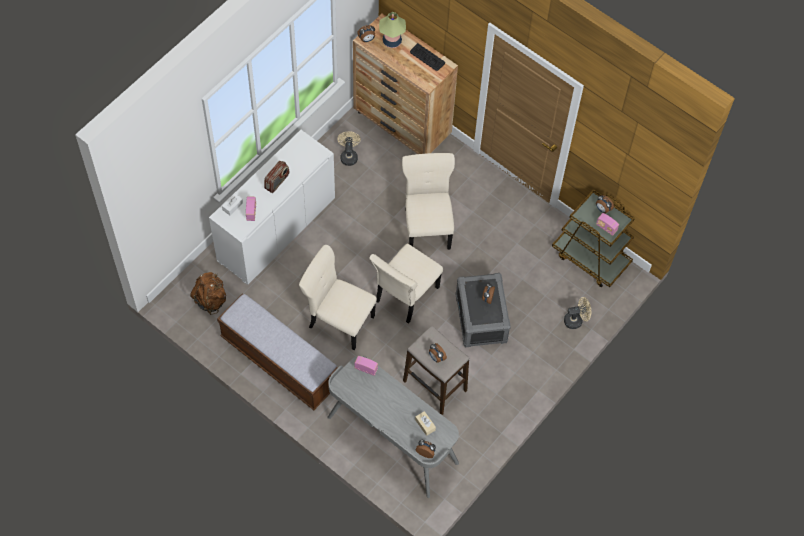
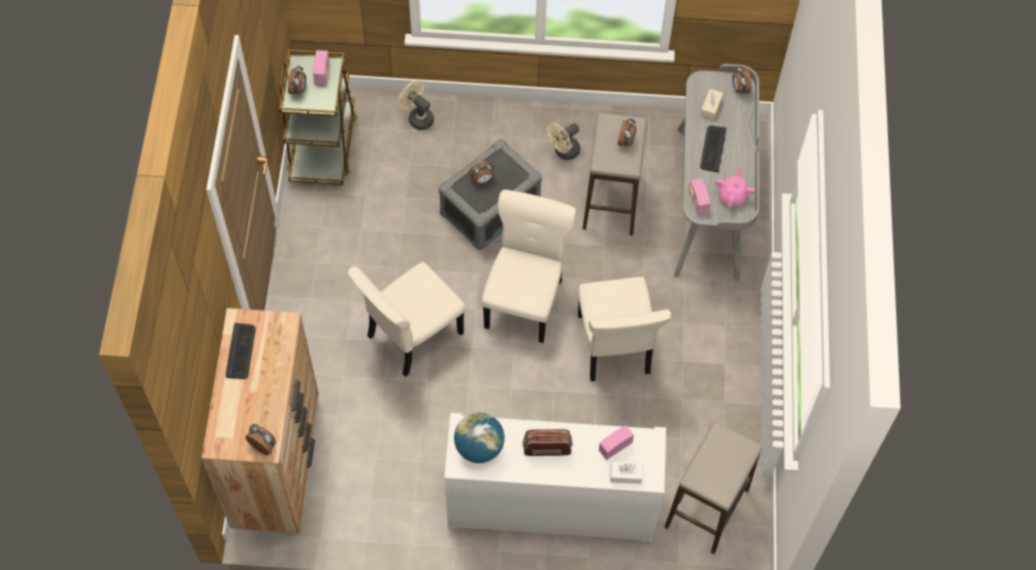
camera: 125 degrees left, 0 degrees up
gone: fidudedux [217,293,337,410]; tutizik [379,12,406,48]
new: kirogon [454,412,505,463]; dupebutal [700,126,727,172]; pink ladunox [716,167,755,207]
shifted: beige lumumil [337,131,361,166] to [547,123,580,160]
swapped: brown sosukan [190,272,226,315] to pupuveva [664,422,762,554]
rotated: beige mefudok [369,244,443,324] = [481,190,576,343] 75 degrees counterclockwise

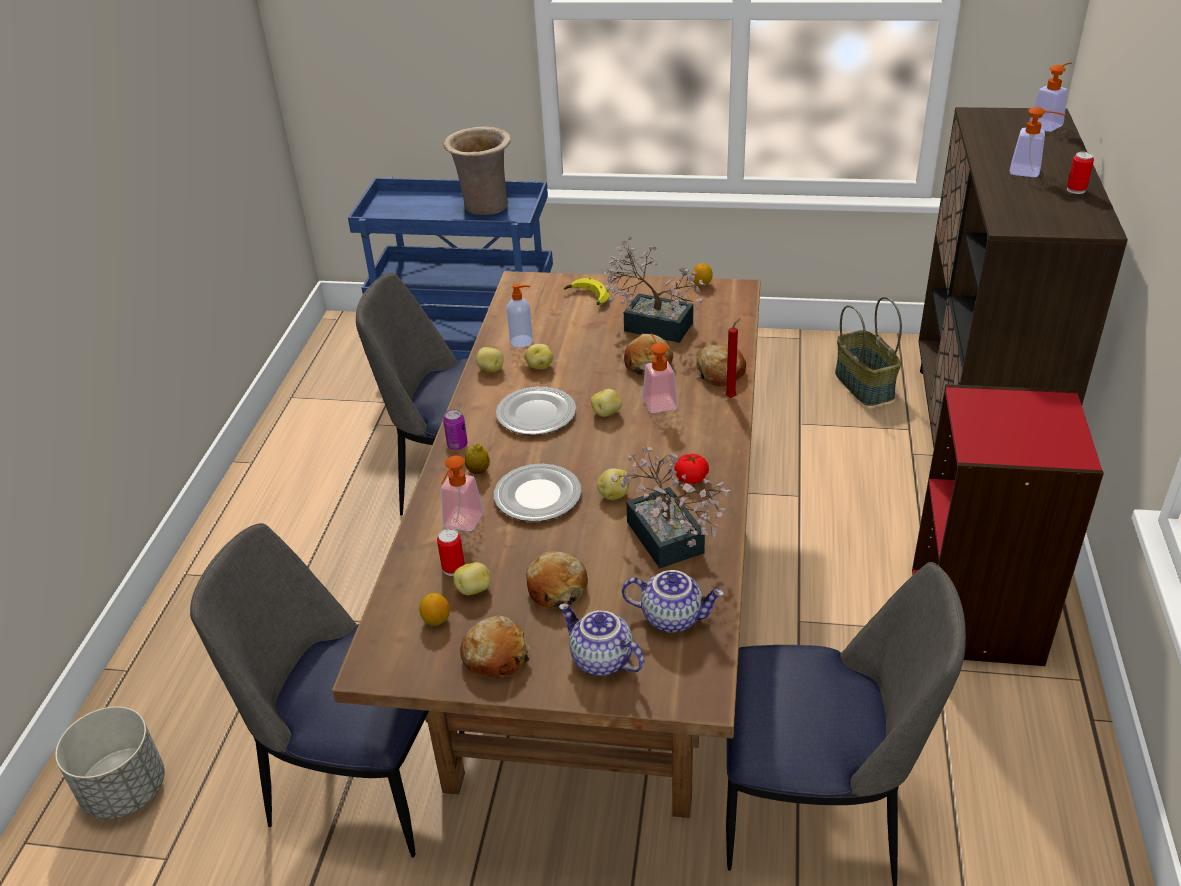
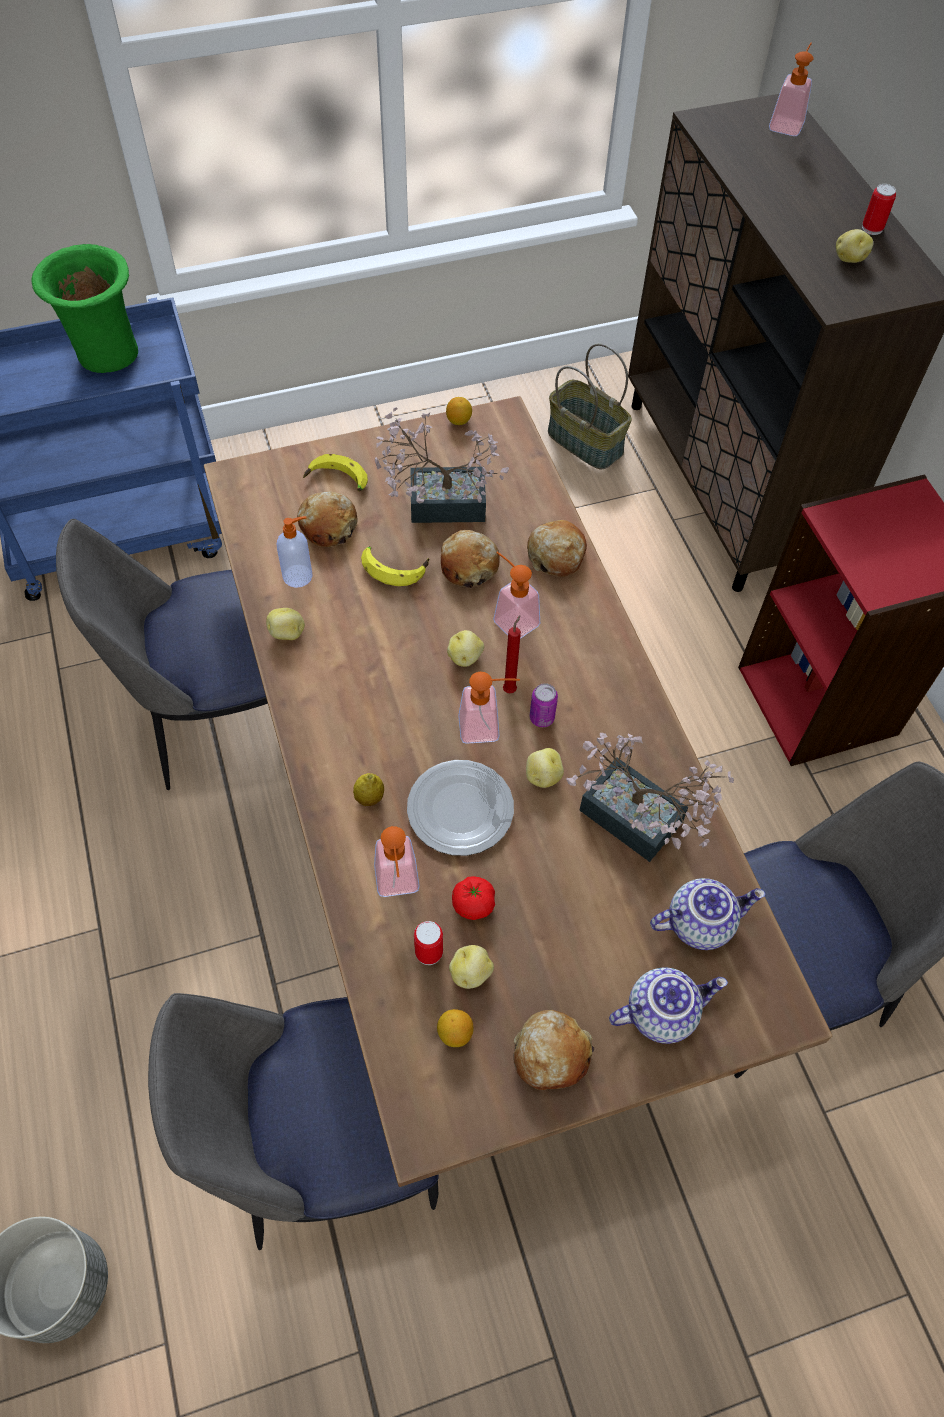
camera: 30 degrees left, 20 degrees up
gone: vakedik [496,387,576,435]
new: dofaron [361,546,429,586]
shifted: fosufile [443,409,468,450] to [530,683,558,727]; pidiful [524,344,554,369] to [836,229,873,263]; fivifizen [526,551,588,608] to [297,492,358,547]; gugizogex [674,454,709,484] to [452,876,495,920]; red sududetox [725,318,741,398] to [503,615,521,693]; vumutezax [1009,107,1066,177] to [458,672,520,744]
repainted: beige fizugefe [443,126,511,215] to green fizugefe [31,244,138,373]
rotated: ladunox [559,603,644,676] = [609,968,728,1044] 150 degrees clockwise

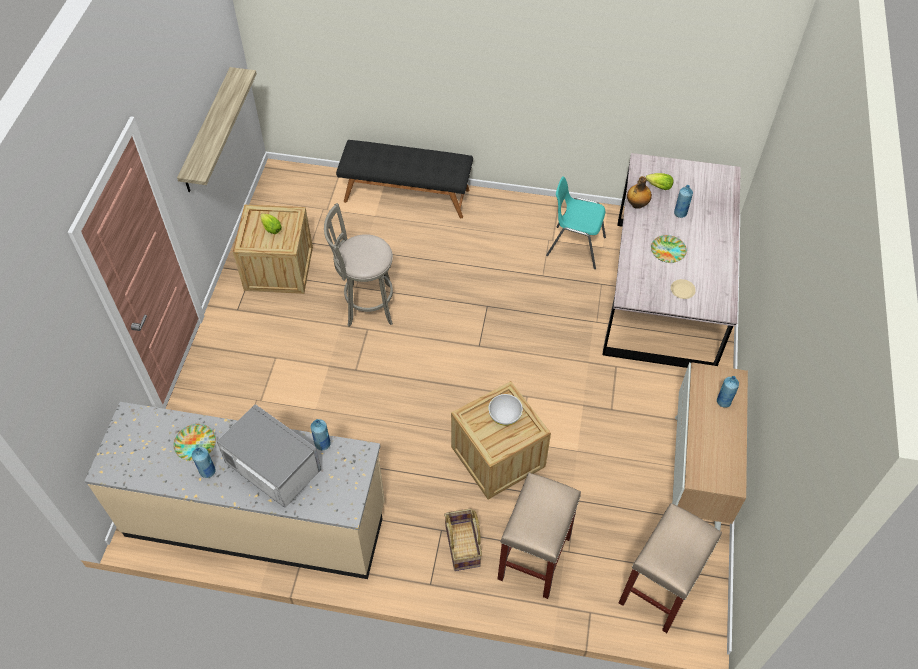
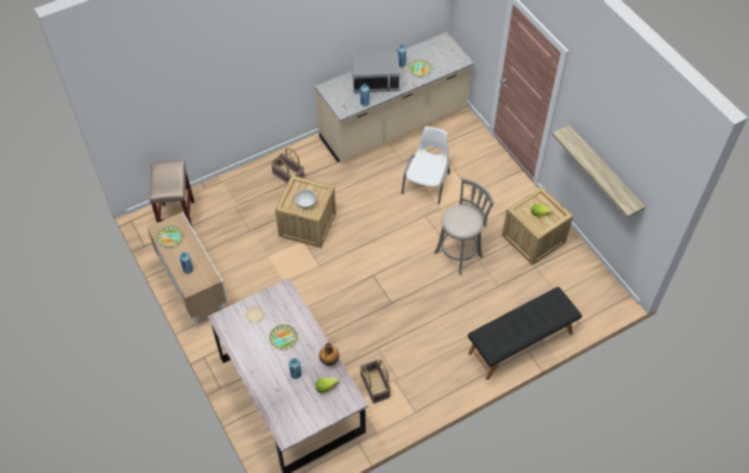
camera: 140 degrees right, 0 degrees up
gone: beige pupuveva [498,473,581,599]
new: vakedik [156,226,183,247]; white mefudok [401,127,450,204]
swapped: turquoise mefudok [546,176,606,269] to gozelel [360,359,391,404]

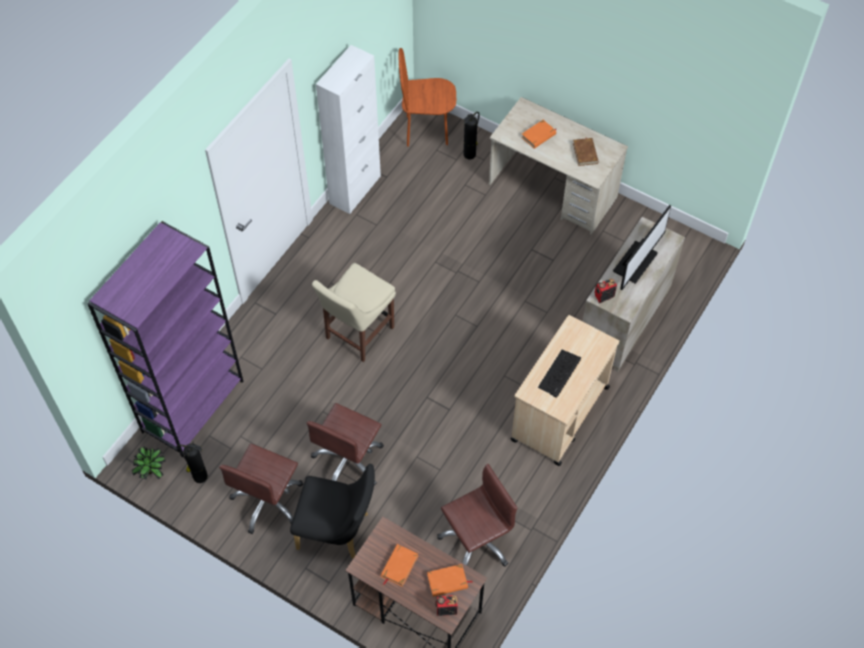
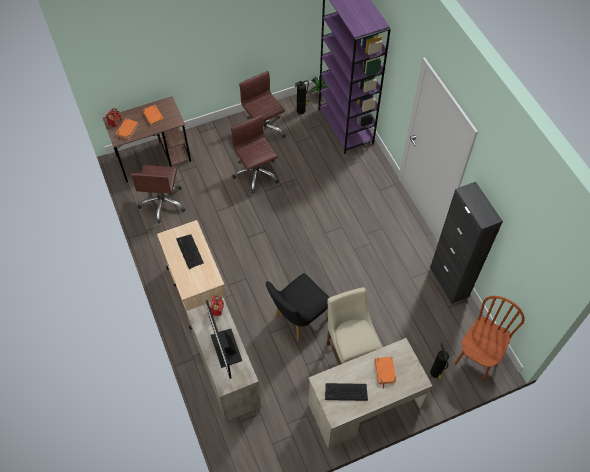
camera: 125 degrees right, 0 degrees up
shifted: black mefudok [290,463,375,559] to [266,273,330,341]; beige mefudok [312,263,396,362] to [327,287,383,365]
swapped: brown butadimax [573,138,599,166] to dupebutal [325,383,368,401]
repainted: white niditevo [316,45,381,214] to black niditevo [430,182,503,304]

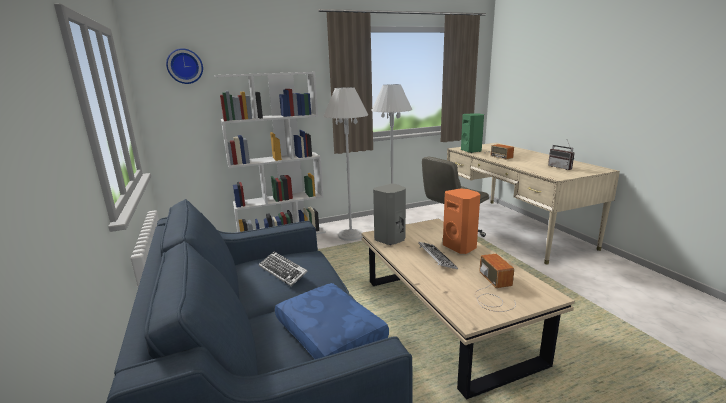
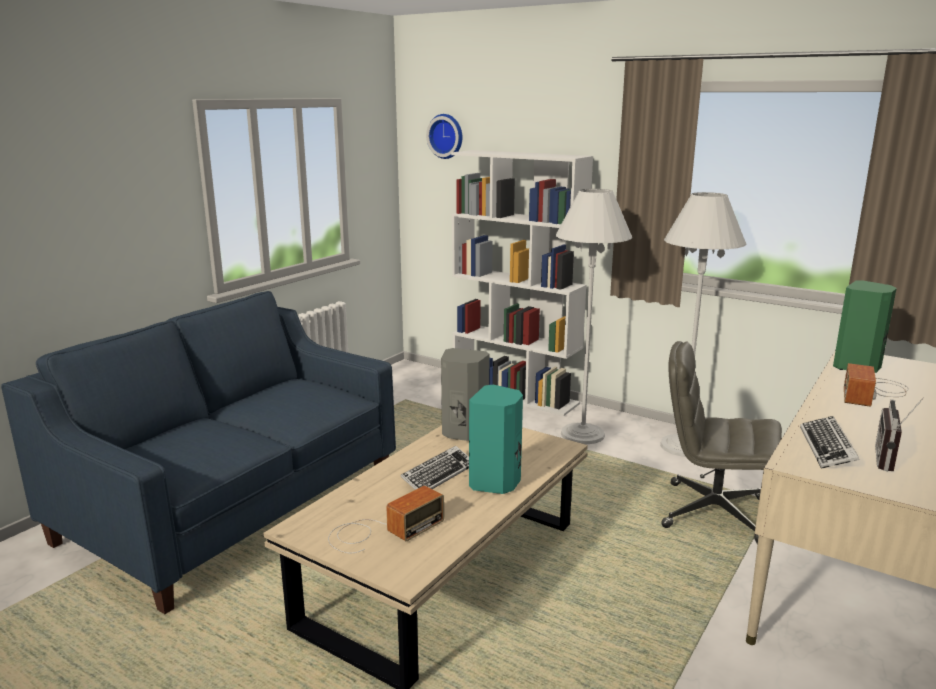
camera: 55 degrees right, 0 degrees up
gone: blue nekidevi [275,283,389,359]
shifted: dupebutal [259,252,308,286] to [800,416,860,469]
repainted: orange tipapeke [443,188,480,254] to turquoise tipapeke [469,385,523,494]

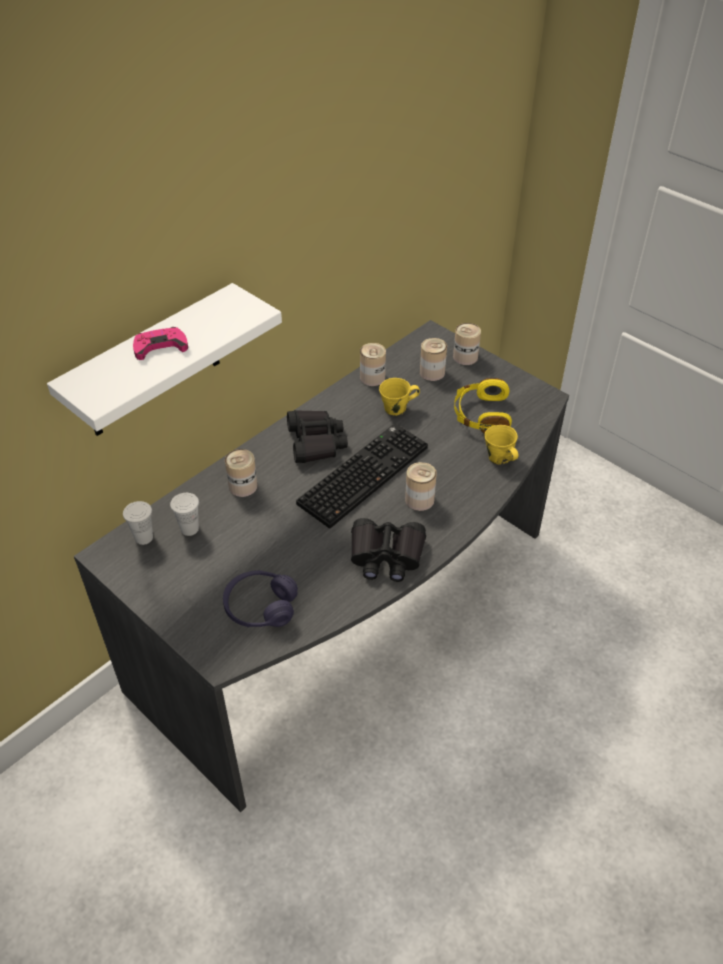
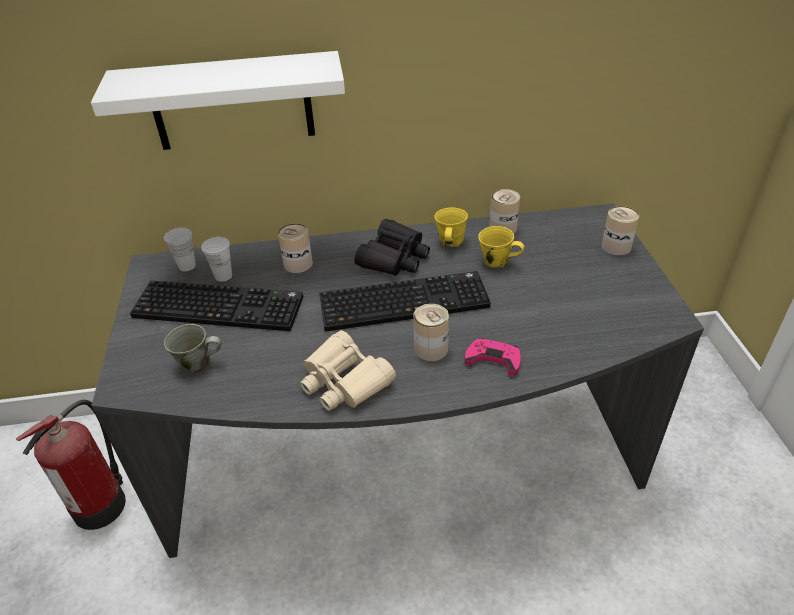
camera: 40 degrees right, 5 degrees down
gone: fosufile [420,338,447,381]; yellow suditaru [454,378,512,434]
new: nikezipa [16,399,126,530]; dupebutal [130,281,303,331]
shifted: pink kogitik [133,327,188,360] to [465,338,521,376]; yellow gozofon [484,425,519,465] to [434,207,468,248]
swapped: purple suditaru [223,570,298,627] to grey gozofon [164,324,222,373]
repainted: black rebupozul [351,518,426,582] to beige rebupozul [300,330,396,411]

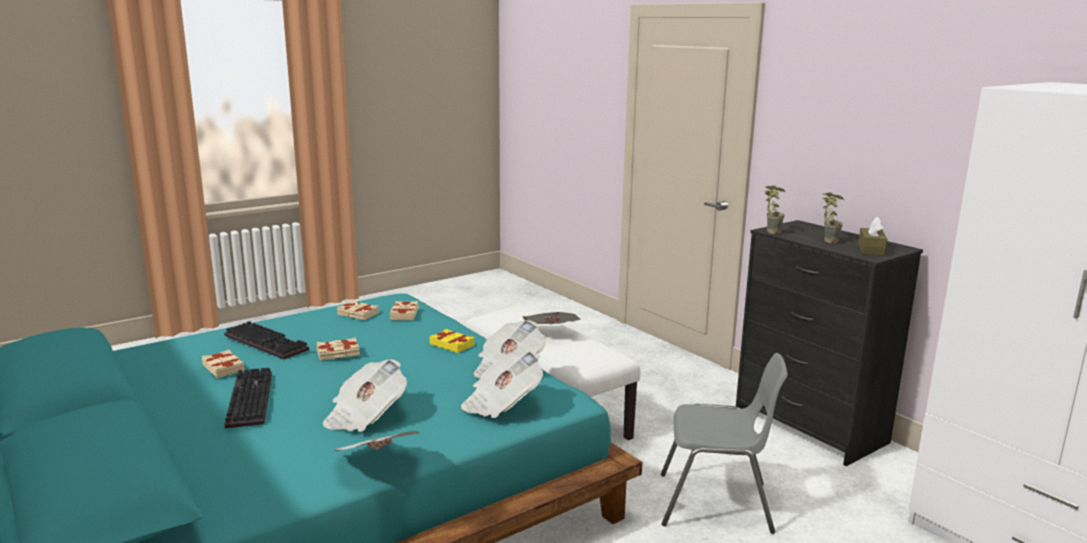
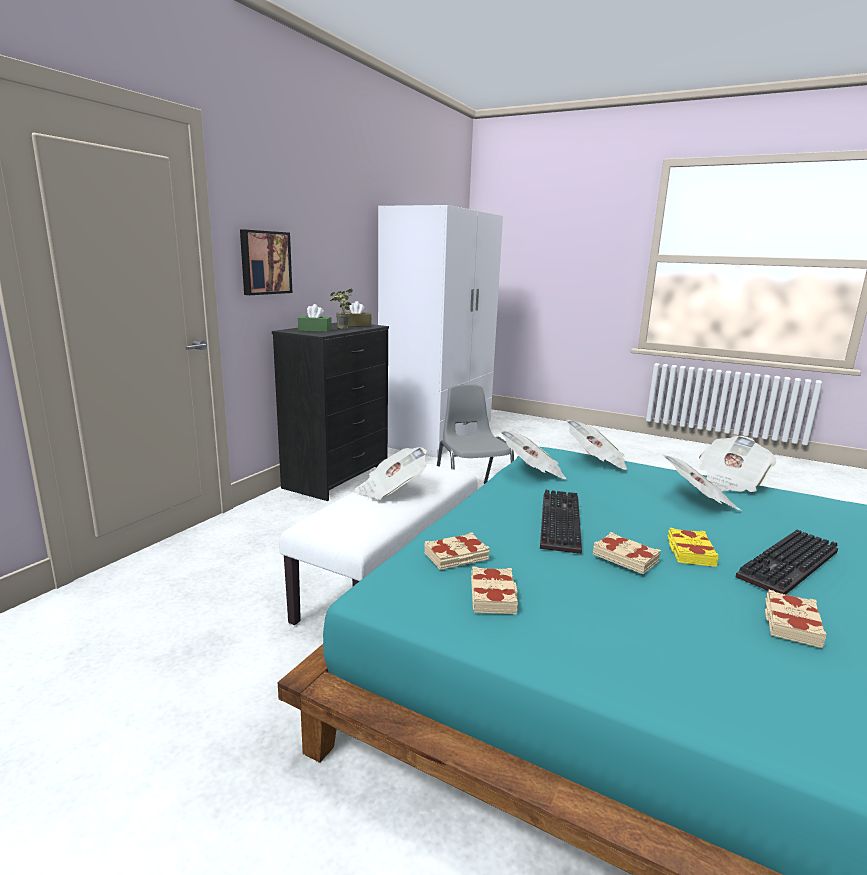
camera: 115 degrees left, 0 degrees up
gone: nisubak [763,185,786,234]
new: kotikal [240,230,292,295]; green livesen [298,304,332,332]
shifted: dupebutal [224,321,309,360] to [540,490,582,554]; yellow butadimax [430,329,474,353] to [667,528,719,567]

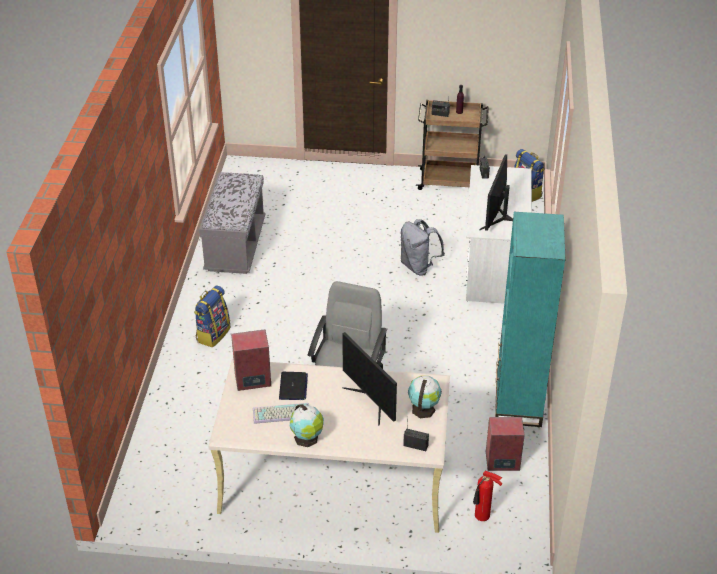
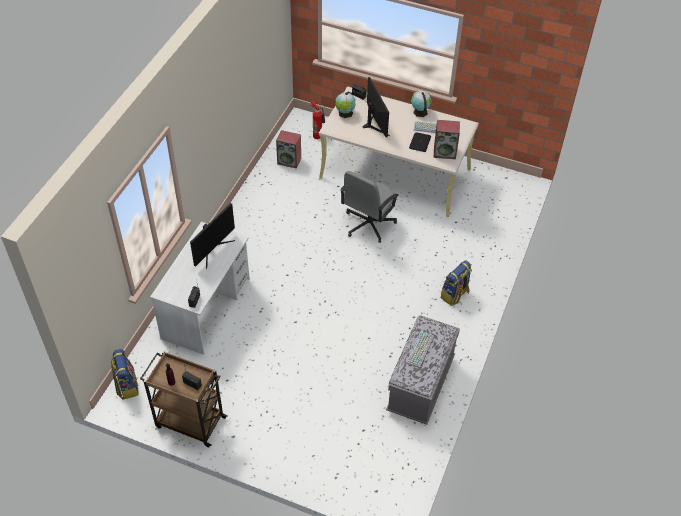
camera: 165 degrees left, 10 degrees up
gone: grey sosukan [401,219,445,276]; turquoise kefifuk [495,212,565,427]
new: dupebutal [406,331,434,368]

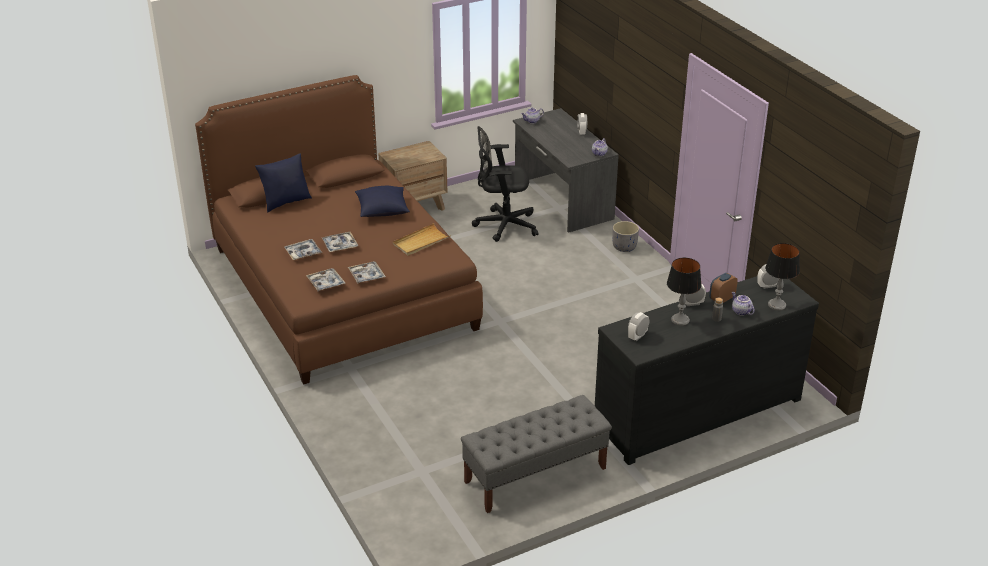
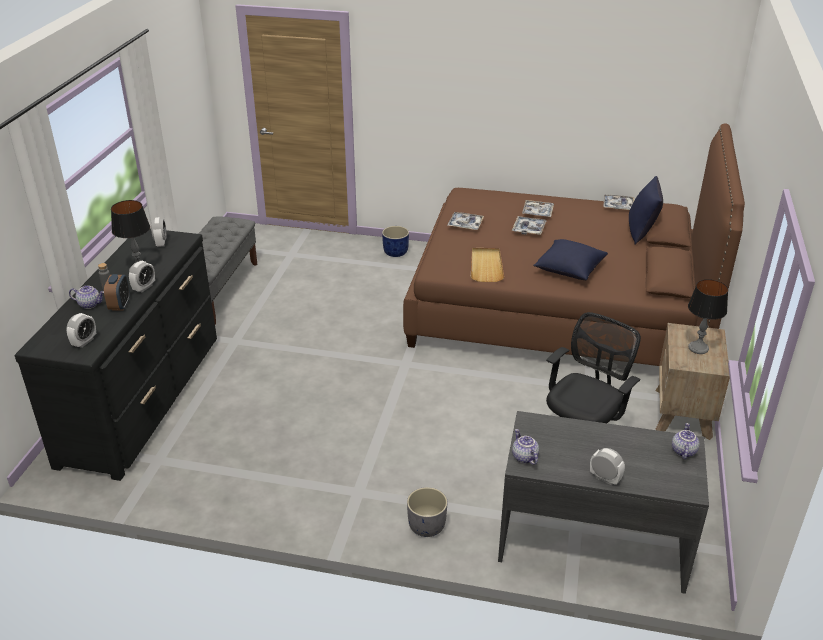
camera: 130 degrees right, 0 degrees up
new: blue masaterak [382,226,409,257]
shifted: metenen [306,268,345,291] to [603,195,634,210]; tutizik [765,243,800,311] to [688,279,728,354]

